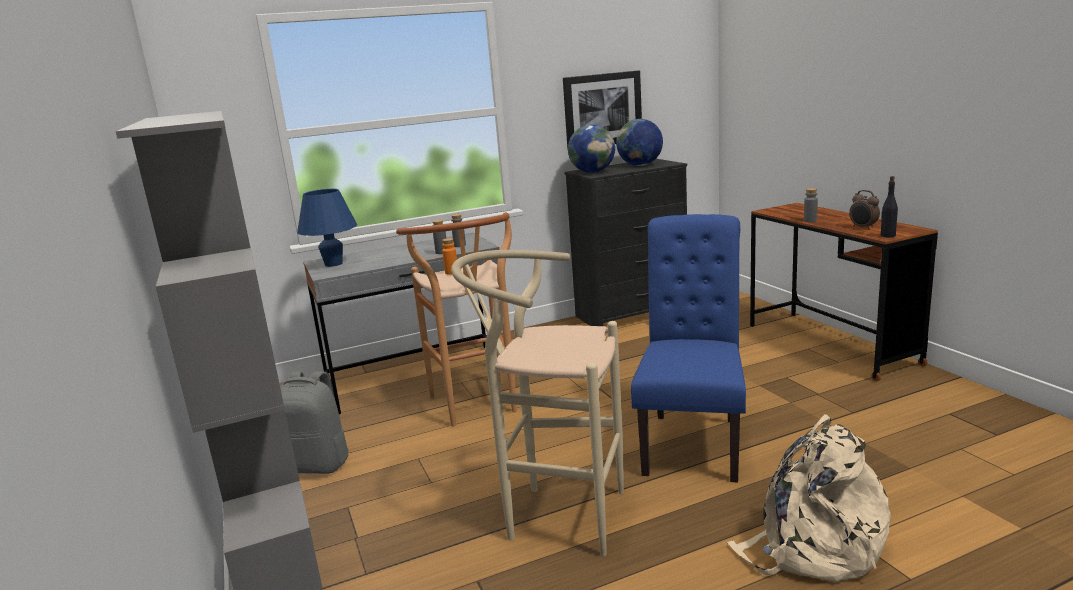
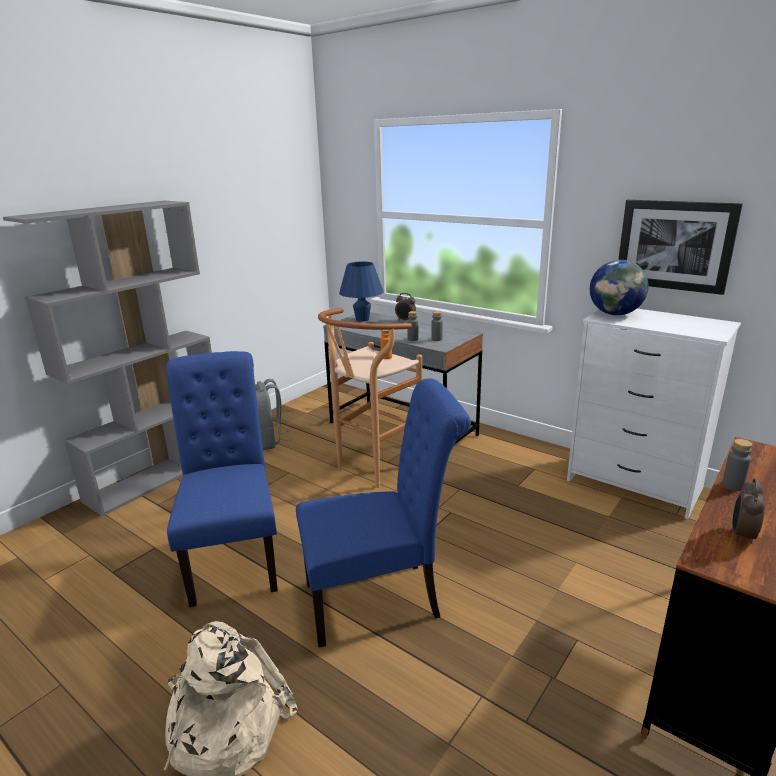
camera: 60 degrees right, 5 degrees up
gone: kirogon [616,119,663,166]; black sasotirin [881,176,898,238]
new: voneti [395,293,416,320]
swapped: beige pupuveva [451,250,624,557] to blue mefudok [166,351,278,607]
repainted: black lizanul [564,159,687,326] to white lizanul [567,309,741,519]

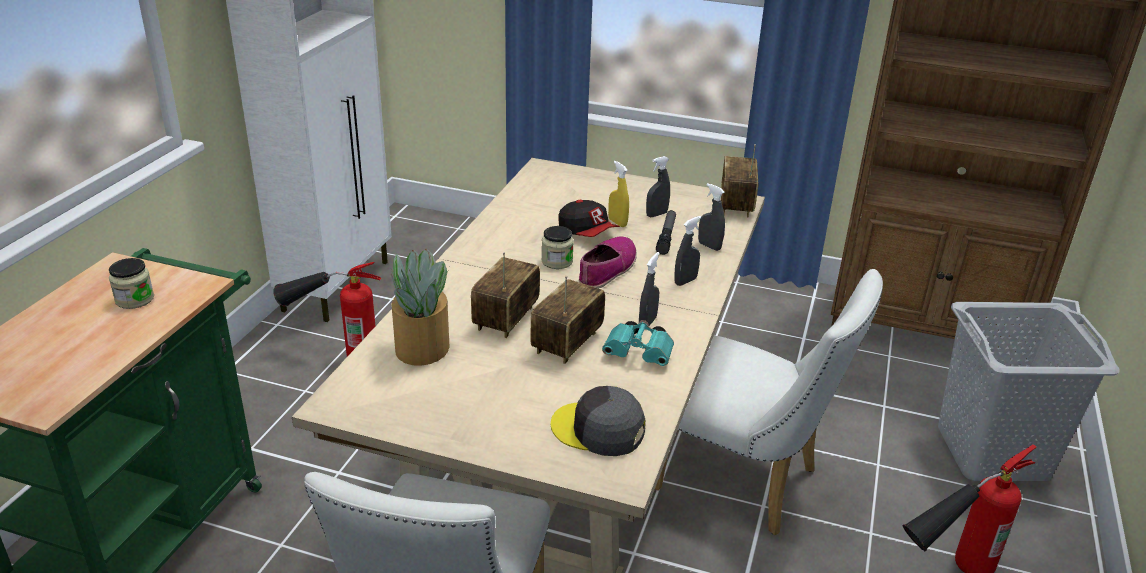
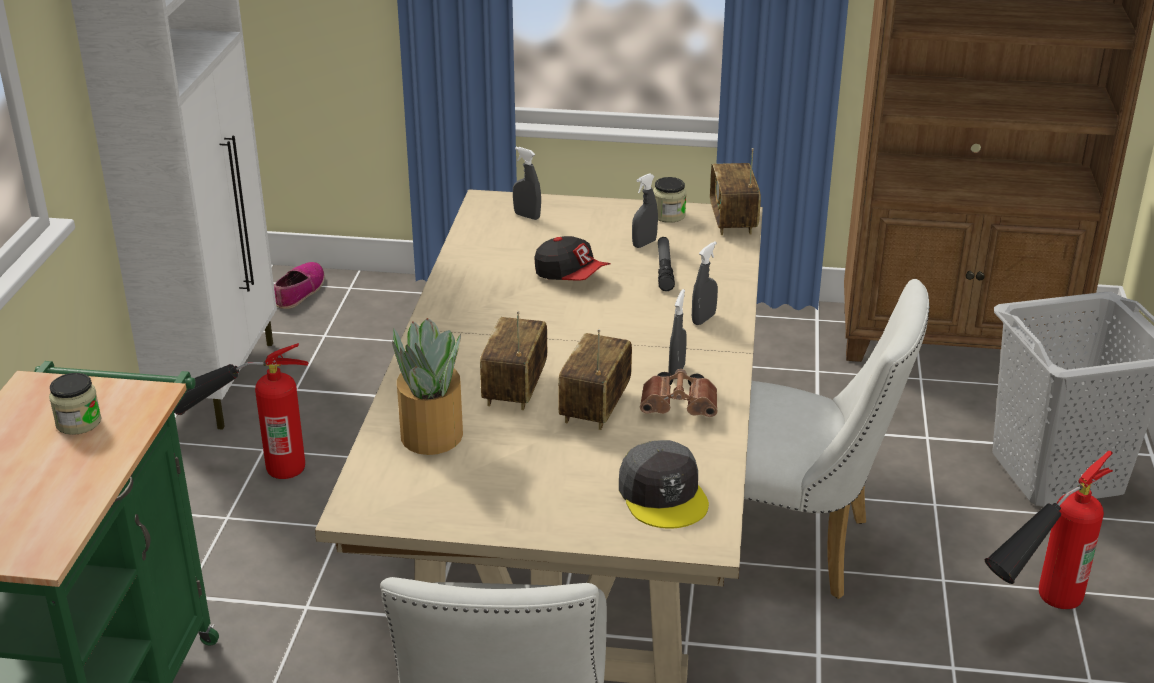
camera: 10 degrees left, 0 degrees up
gone: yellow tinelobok [608,161,629,227]
shifted: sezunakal [541,226,574,269] to [653,177,686,223]; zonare [579,237,637,289] to [274,262,325,309]; grey tinelobok [698,183,725,251] to [513,147,541,220]
repainted: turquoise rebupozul [602,320,674,366] to brown rebupozul [640,369,718,417]
rotated: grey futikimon [551,386,646,456] = [619,440,709,528] 120 degrees counterclockwise

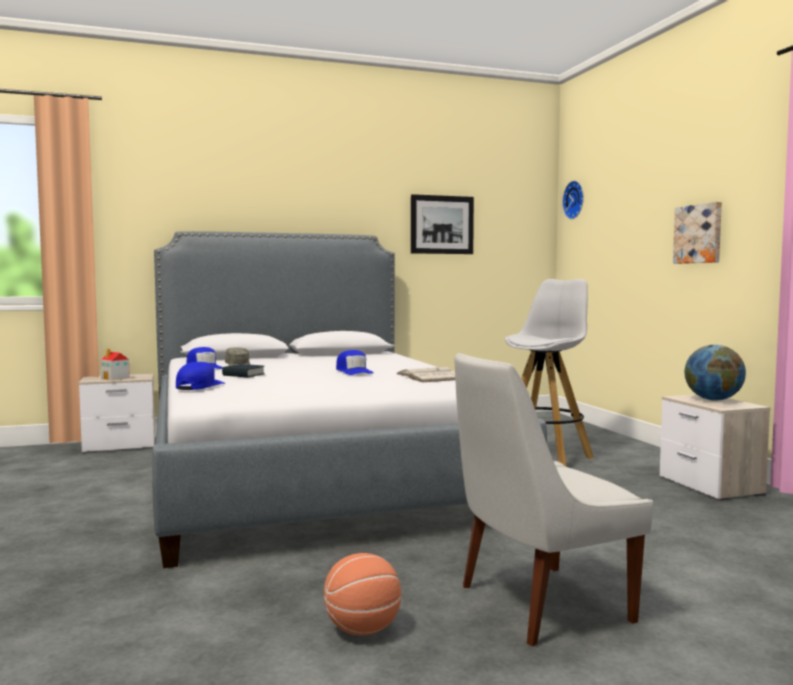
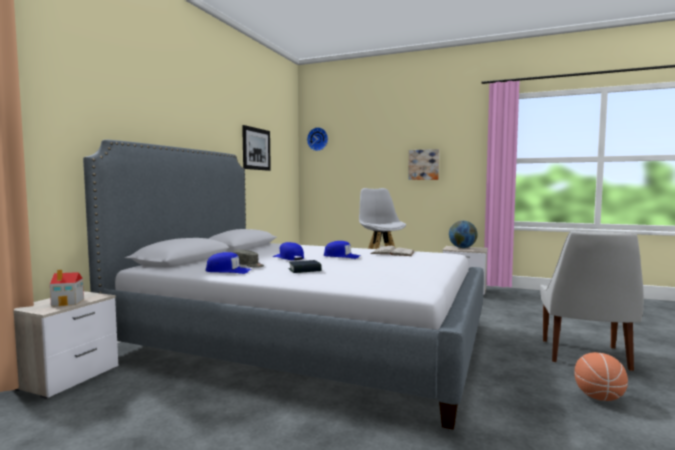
camera: 50 degrees left, 0 degrees up
shifted: blue futikimon [176,362,225,390] to [273,242,304,260]

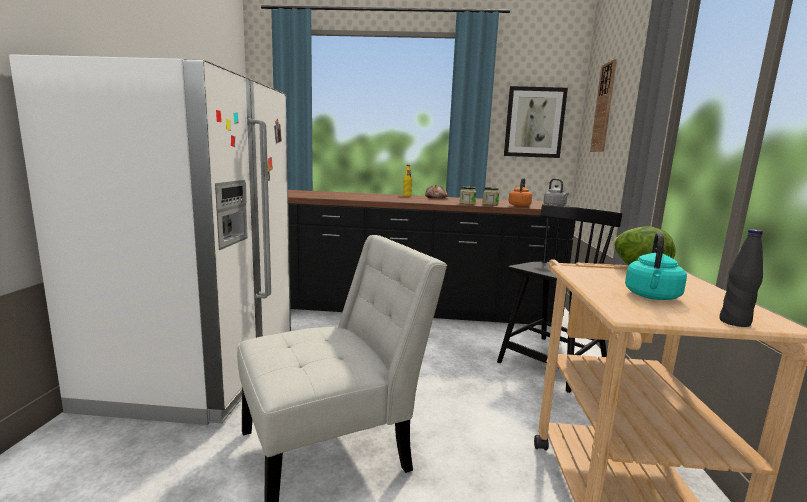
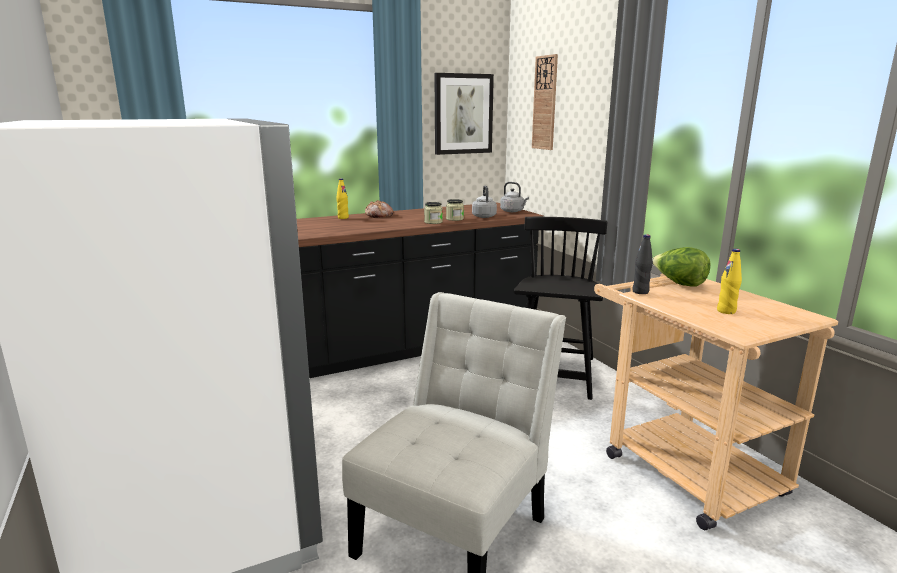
camera: 30 degrees left, 5 degrees up
shifted: black sasotirin [719,229,763,327] to [632,234,653,294]
swapped: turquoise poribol [625,232,687,300] to yellow sasotirin [717,249,742,314]
repainted: orange poribol [509,178,532,207] to grey poribol [472,186,497,218]

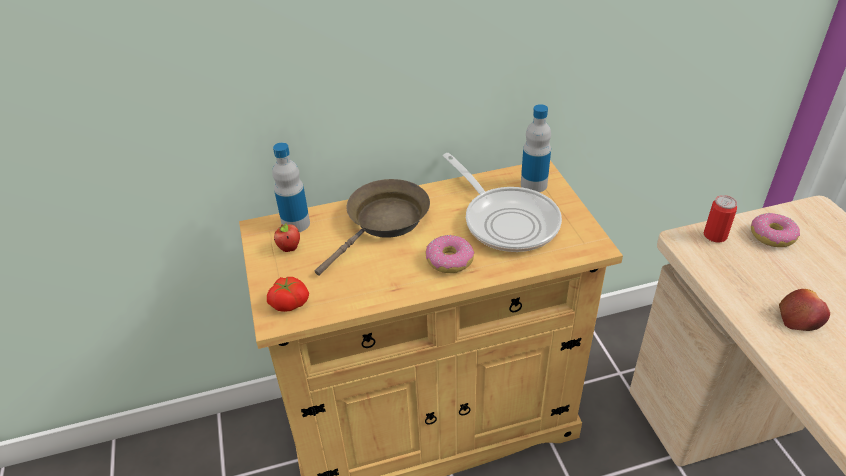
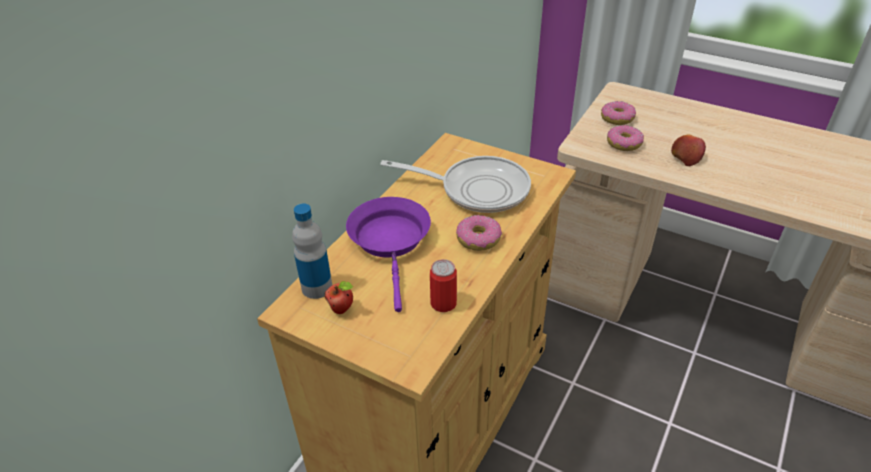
camera: 45 degrees left, 0 degrees up
gone: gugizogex [267,276,309,312]; sasotirin [521,104,551,192]
new: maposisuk [607,125,644,151]
shifted: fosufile [704,195,737,242] to [430,259,457,312]
repainted: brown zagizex [315,179,430,276] to purple zagizex [346,197,431,312]

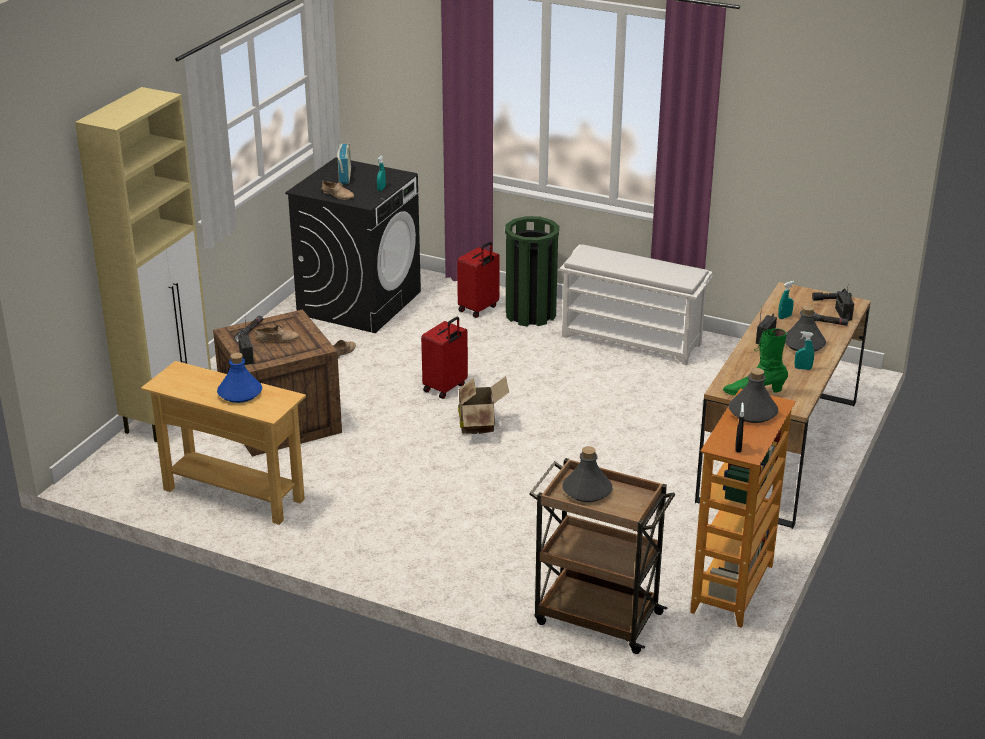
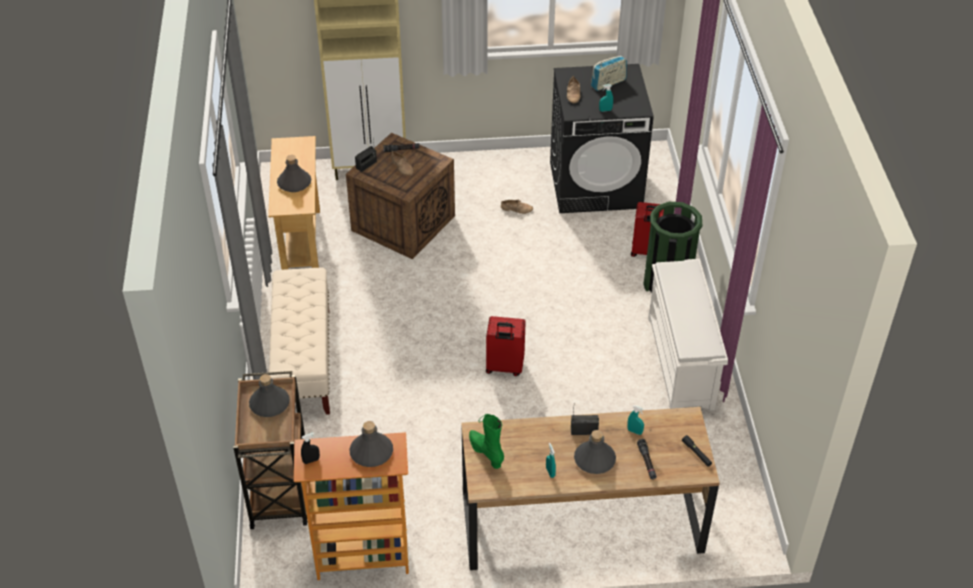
camera: 60 degrees right, 15 degrees up
gone: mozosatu [458,376,509,434]; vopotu [835,288,854,321]
new: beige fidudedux [269,268,330,415]
shifted: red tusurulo [421,316,468,399] to [486,316,526,376]
repainted: blue sasotirin [217,353,262,403] to grey sasotirin [277,155,311,192]

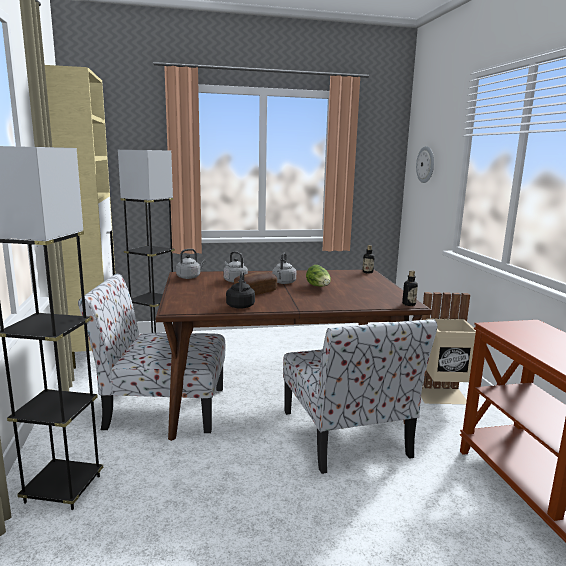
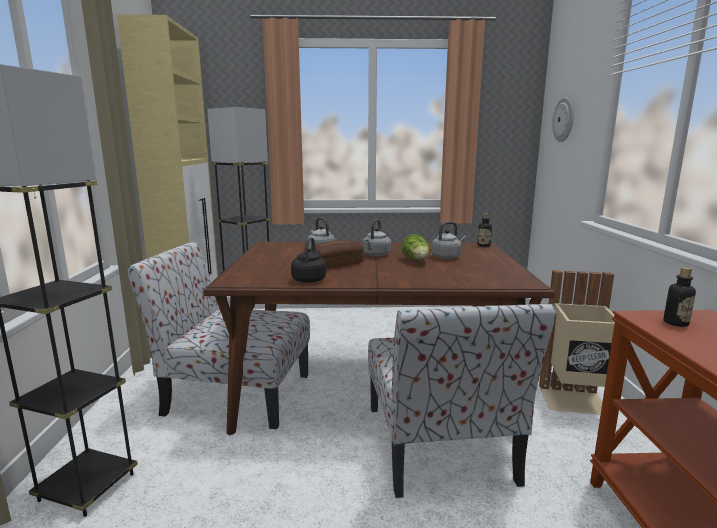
camera: 10 degrees right, 0 degrees up
shifted: grey poribol [176,249,205,279] to [431,222,466,259]; sasotirin [402,270,418,306] to [663,267,696,327]

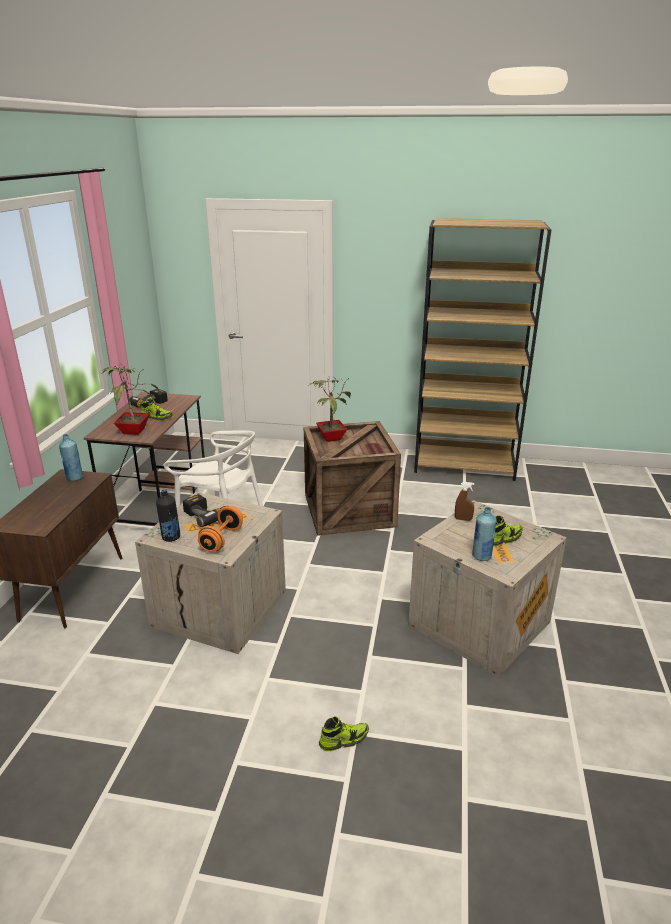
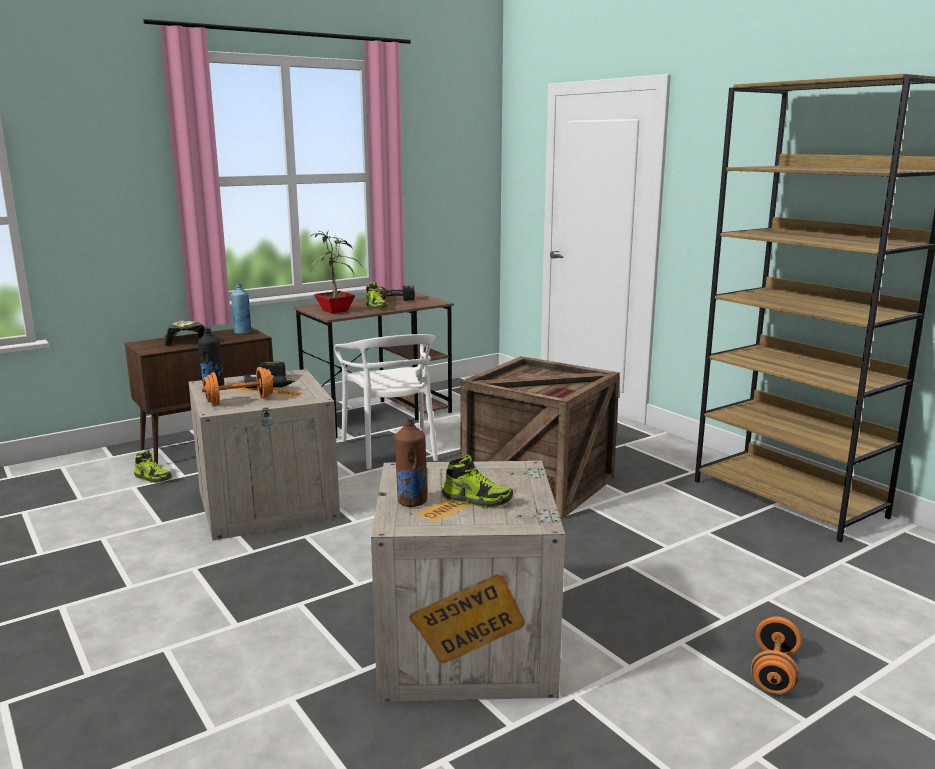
camera: 45 degrees right, 10 degrees down
gone: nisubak [307,377,351,442]; brown tinelobok [455,482,474,521]
new: futikimon [164,321,205,346]; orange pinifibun [751,616,801,694]
shifted: zonare [319,716,369,751] to [134,450,172,483]
repainted: blue sasotirin [472,507,496,561] to brown sasotirin [395,417,427,507]

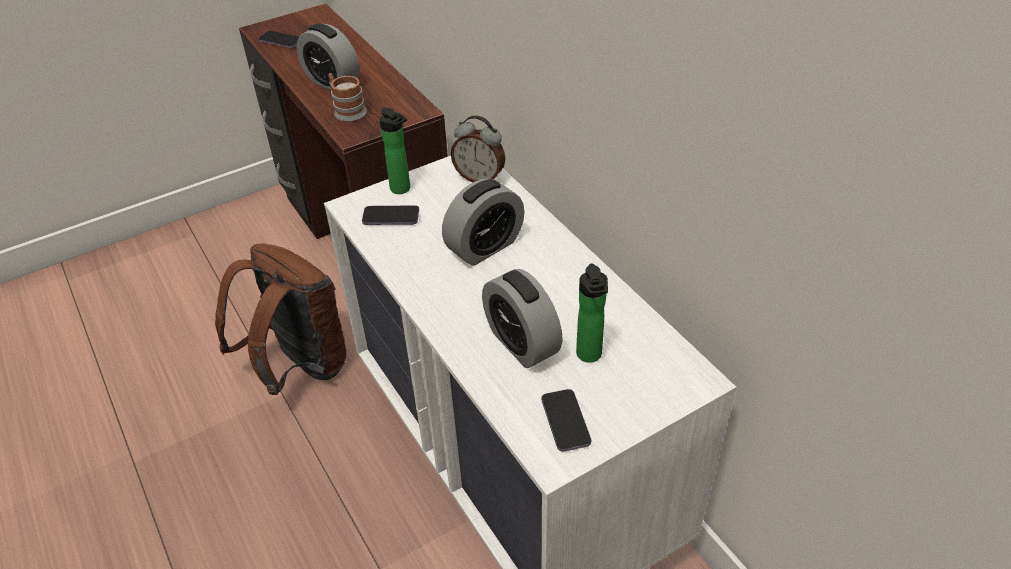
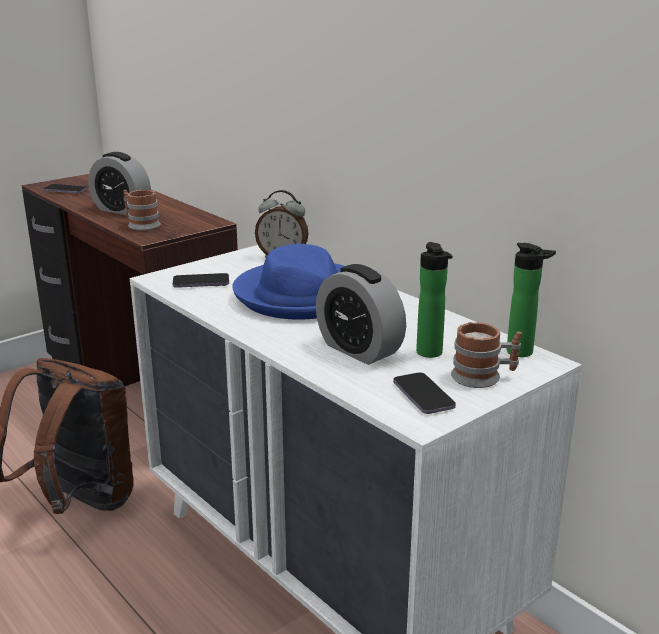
camera: 10 degrees left, 20 degrees down
new: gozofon [451,322,522,388]
shifted: sasotirin [379,107,410,194] to [507,243,556,357]
swapped: voneti [442,178,525,266] to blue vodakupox [232,244,344,320]

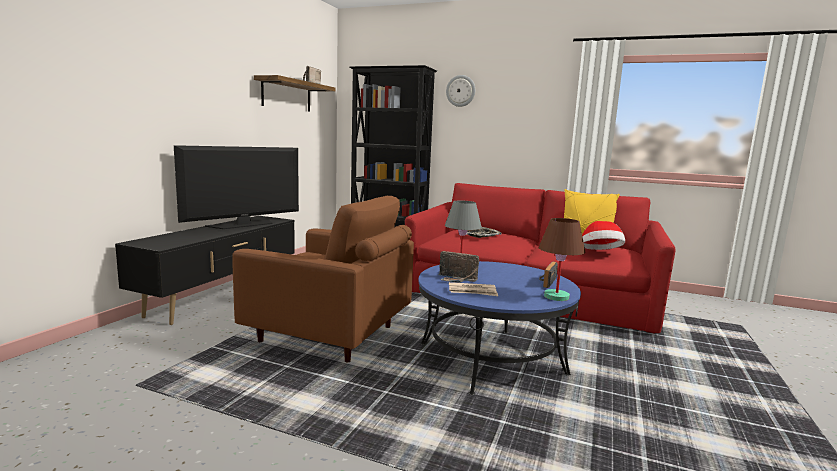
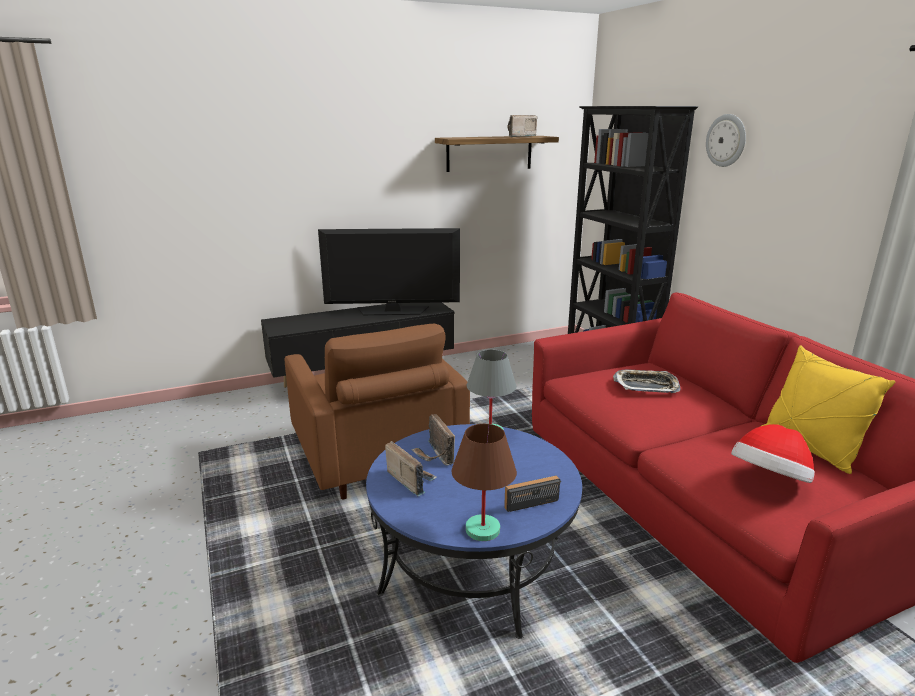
camera: 45 degrees right, 10 degrees up
swapped: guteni [449,282,498,296] to vopotu [385,441,437,496]

